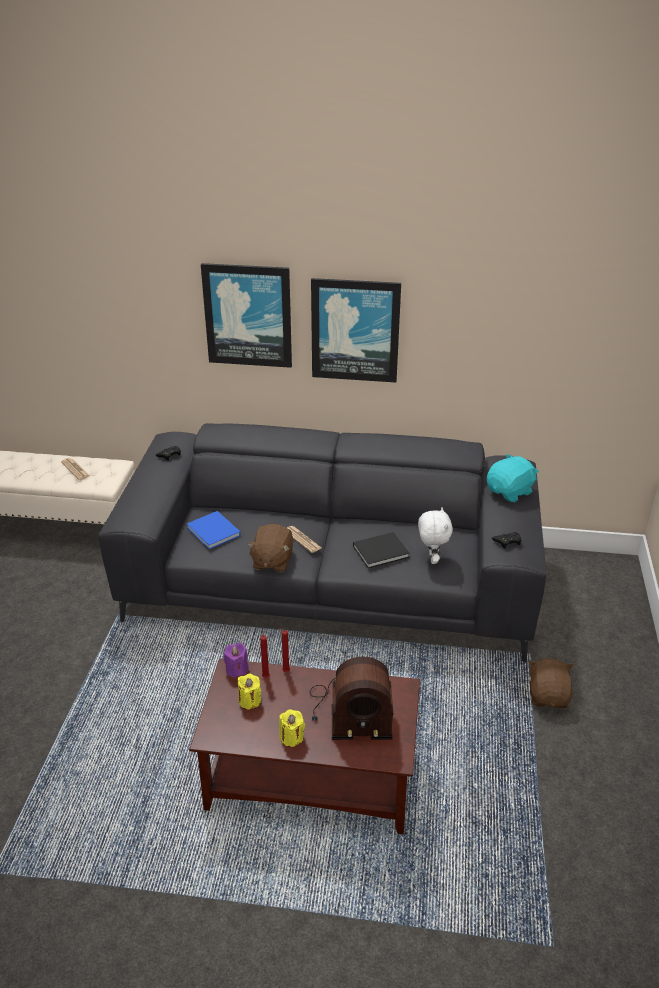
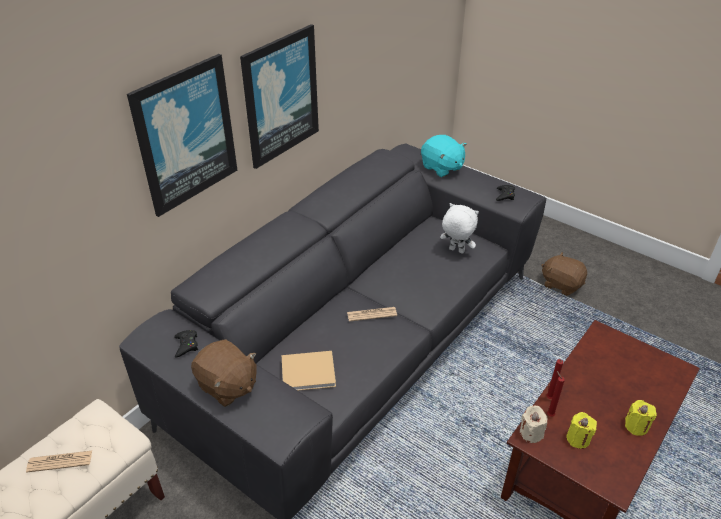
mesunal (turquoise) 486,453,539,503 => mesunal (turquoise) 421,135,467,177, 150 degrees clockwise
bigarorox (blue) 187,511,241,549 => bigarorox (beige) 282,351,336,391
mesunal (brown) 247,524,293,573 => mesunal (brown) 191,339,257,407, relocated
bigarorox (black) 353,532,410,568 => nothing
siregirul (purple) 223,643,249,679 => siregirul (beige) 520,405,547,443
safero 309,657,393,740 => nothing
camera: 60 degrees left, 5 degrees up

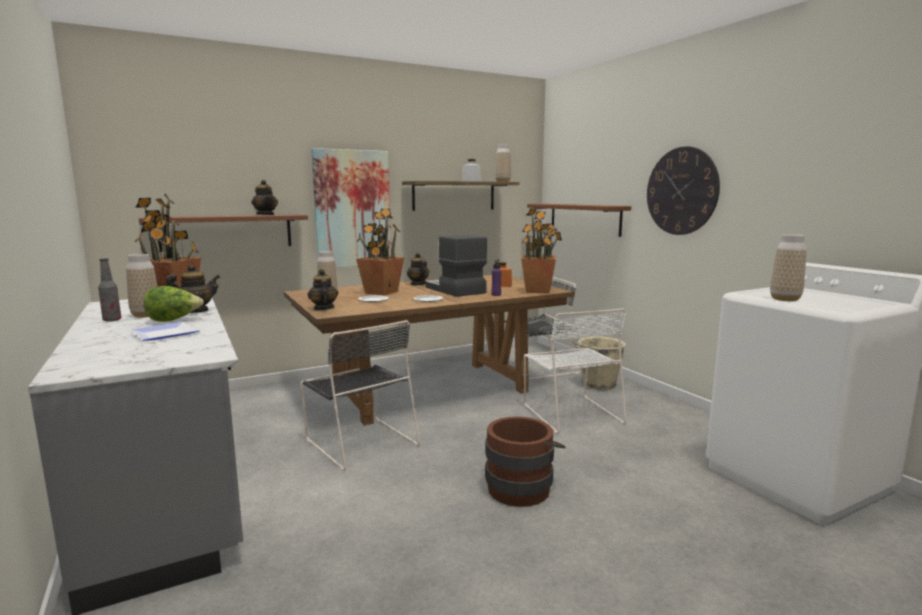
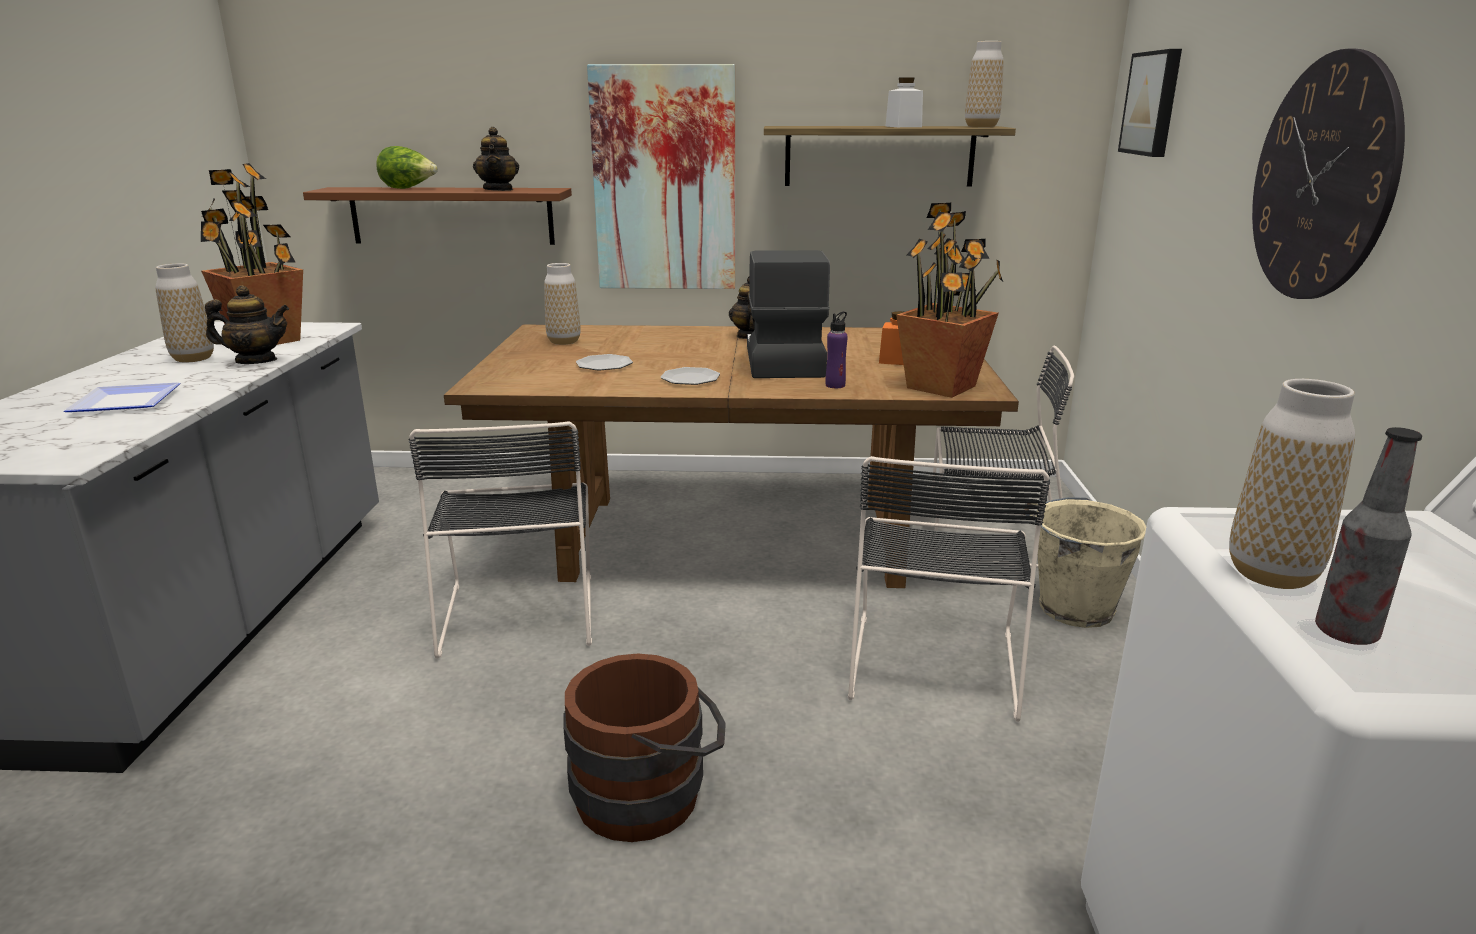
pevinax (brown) 527,204,631,237 => nothing
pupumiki 356,209,404,296 => nothing
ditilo 98,258,121,322 => ditilo 1315,427,1422,645, relocated
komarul 307,269,338,310 => nothing
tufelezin 144,286,204,322 => tufelezin 376,146,438,189, relocated
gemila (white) 524,308,626,434 => gemila (black) 848,456,1050,722
nothing => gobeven 1118,49,1182,157
camera: 30 degrees right, 10 degrees up

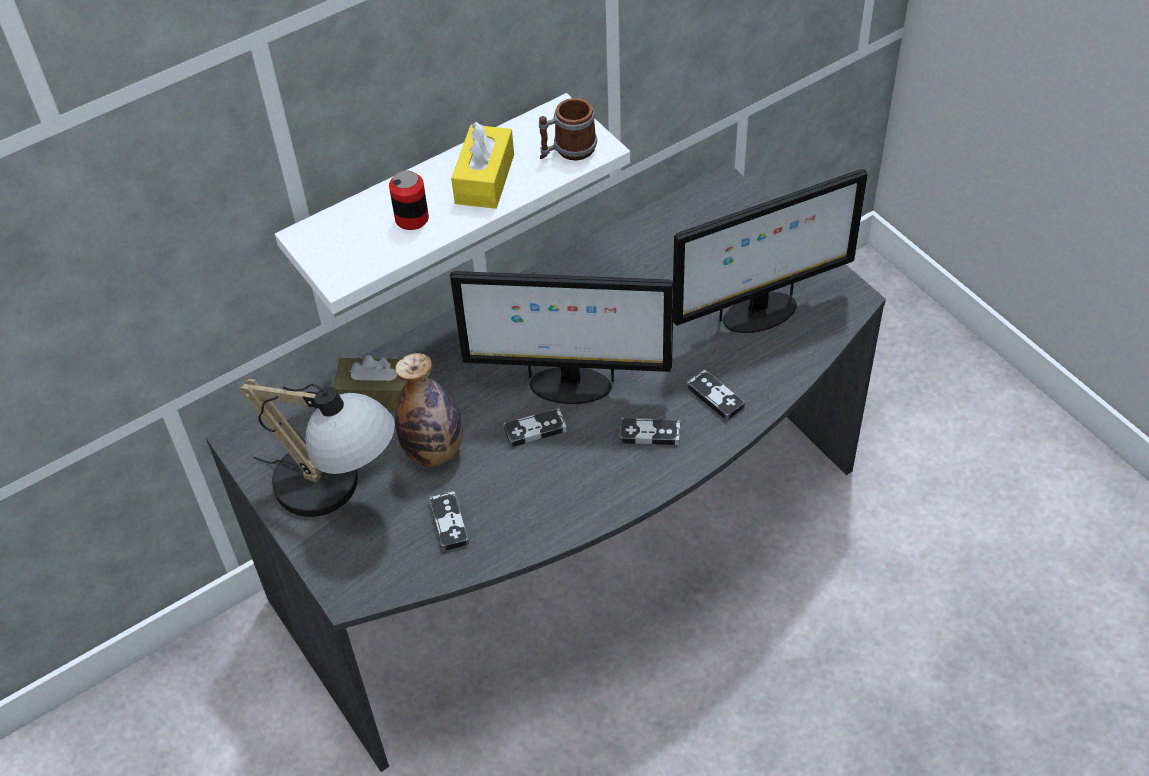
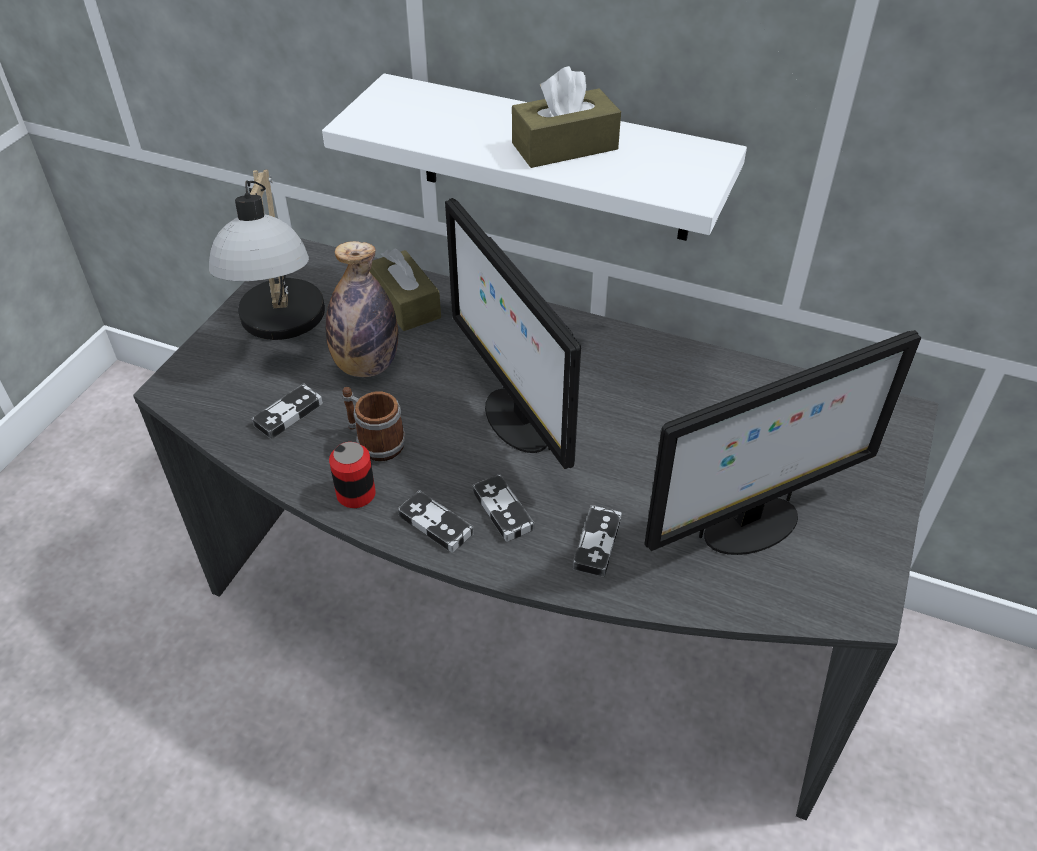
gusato 539,98,597,161 => gusato 342,387,406,461, relocated
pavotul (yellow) 451,122,514,209 => pavotul (brown) 512,66,621,168
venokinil 673,169,868,333 => venokinil 644,330,921,555, 60 degrees counterclockwise
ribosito 389,170,429,230 => ribosito 329,442,376,508, relocated
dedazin 503,408,567,447 => dedazin 398,490,474,553, relocated
camera: 55 degrees right, 5 degrees down

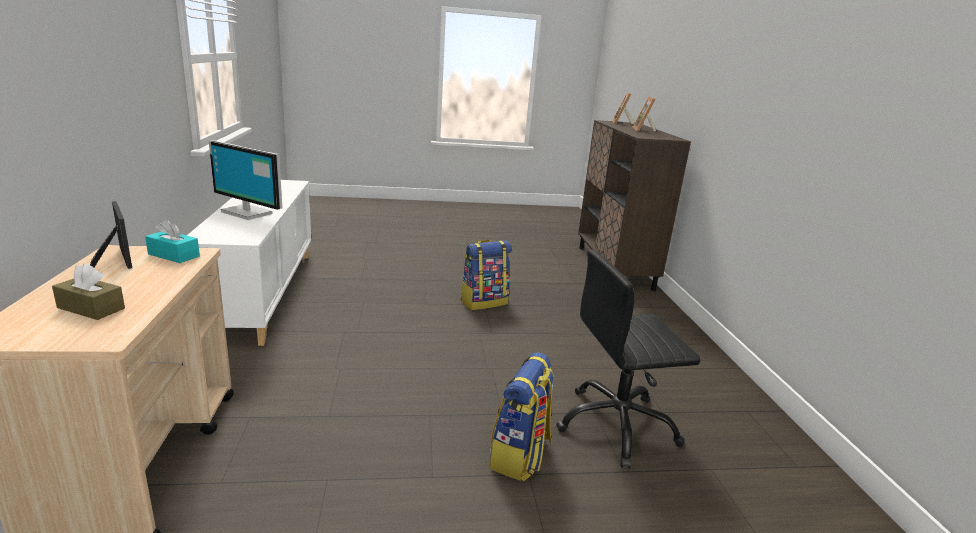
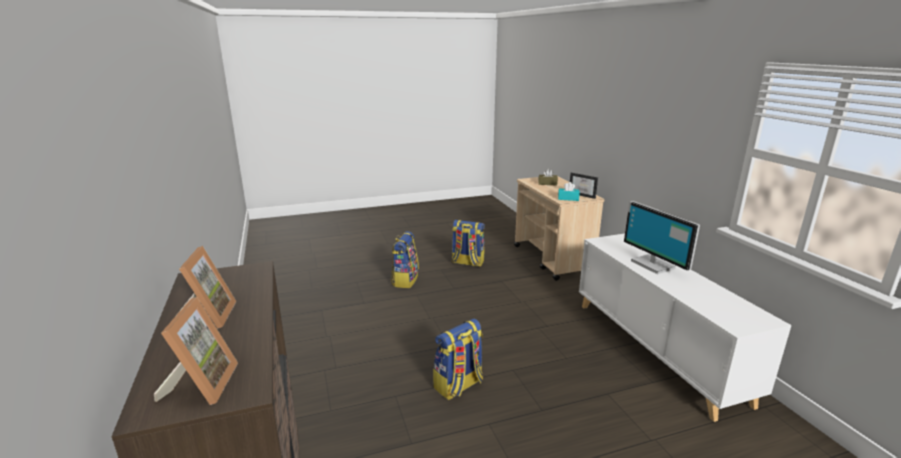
venokinil 209,140,282,220 => venokinil 624,201,700,274, 135 degrees counterclockwise
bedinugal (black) 556,249,700,468 => nothing
nothing => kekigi 451,220,485,267
camera: 170 degrees right, 0 degrees up

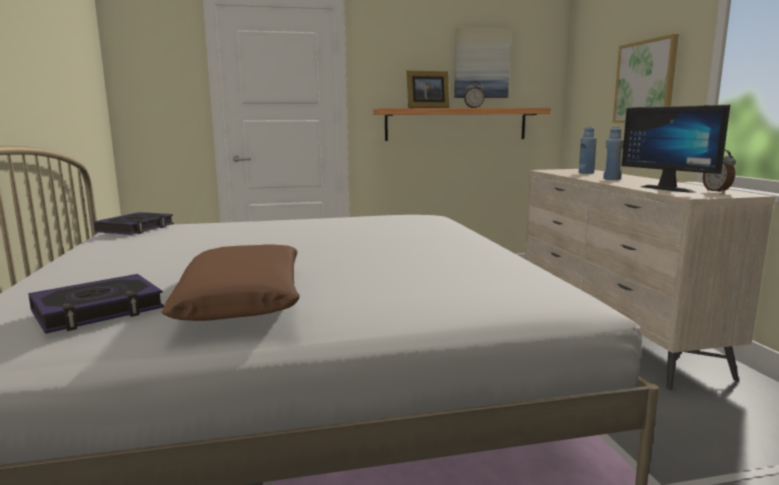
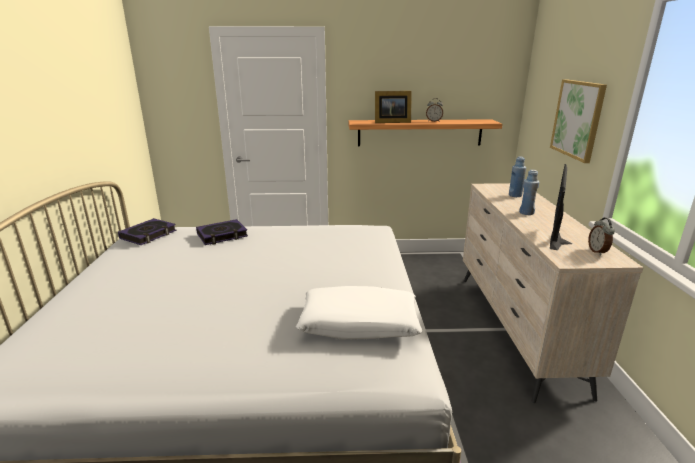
gobeven 454,27,511,98 => nothing
venokinil 621,105,730,193 => venokinil 550,164,572,250, 45 degrees clockwise
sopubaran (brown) 162,244,300,321 => nothing
bigarorox 28,274,164,334 => bigarorox 196,219,248,245, relocated
nothing => sopubaran (white) 296,286,422,339
camera: 10 degrees right, 10 degrees up

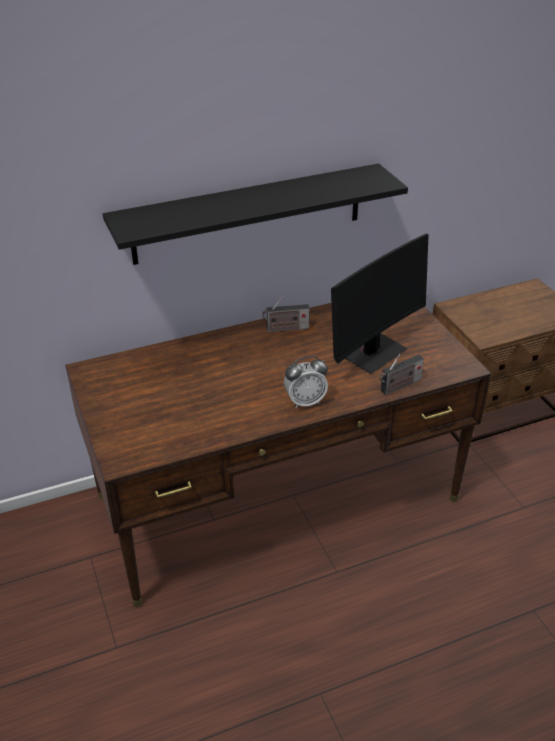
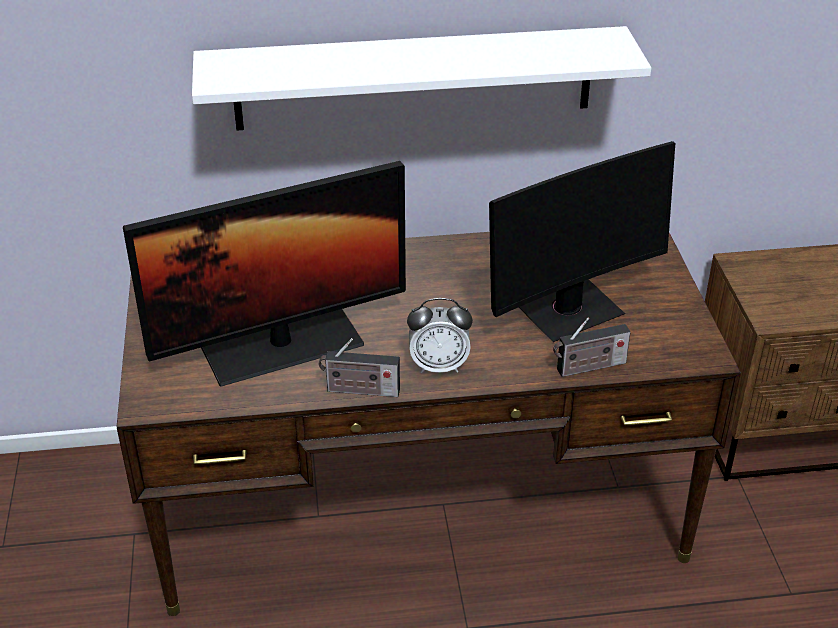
pevinax (black) 103,164,408,265 => pevinax (white) 192,26,651,130
safero 262,297,310,332 => safero 319,338,400,397, relocated
nothing => venokinil 123,161,406,387
camera: 15 degrees right, 0 degrees up

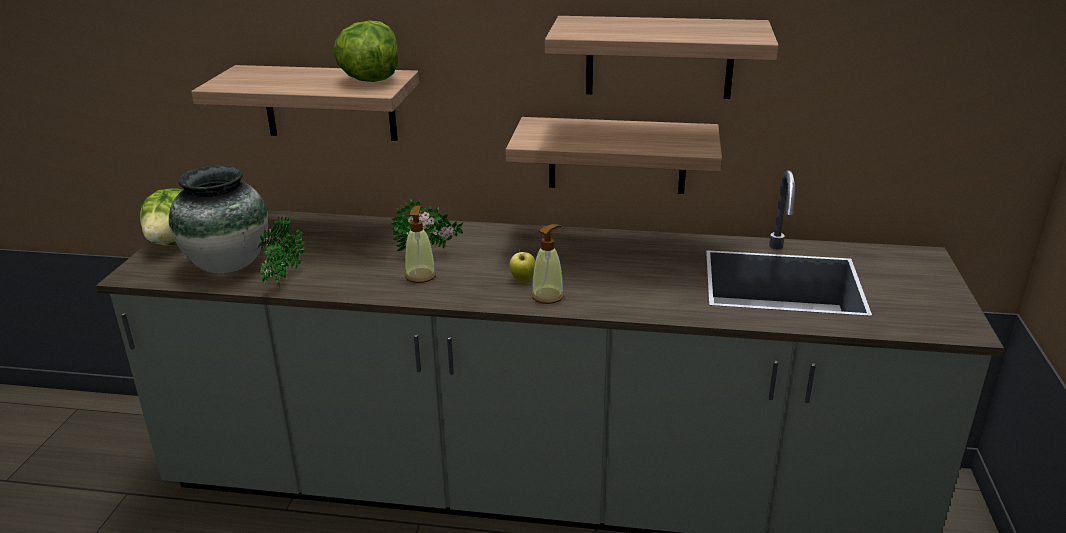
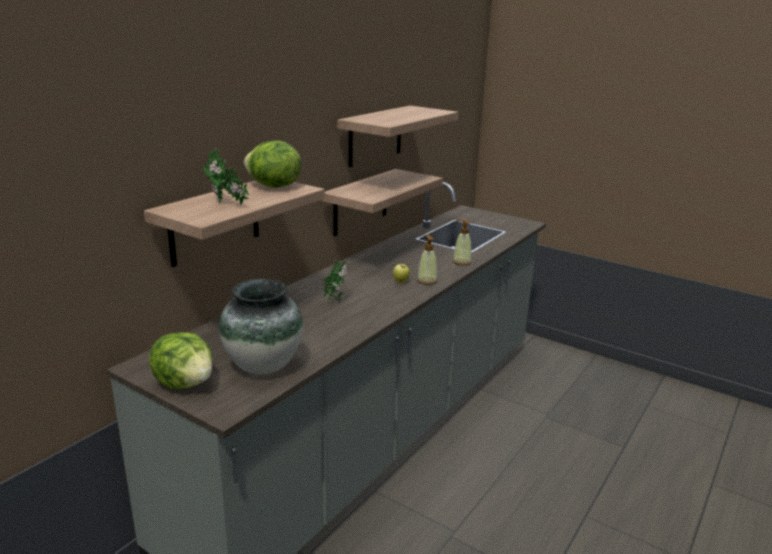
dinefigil 405,206,436,283 => dinefigil 453,220,471,265, relocated
pupumiki 258,216,306,289 => pupumiki 204,148,250,204, relocated
camera: 65 degrees left, 5 degrees down

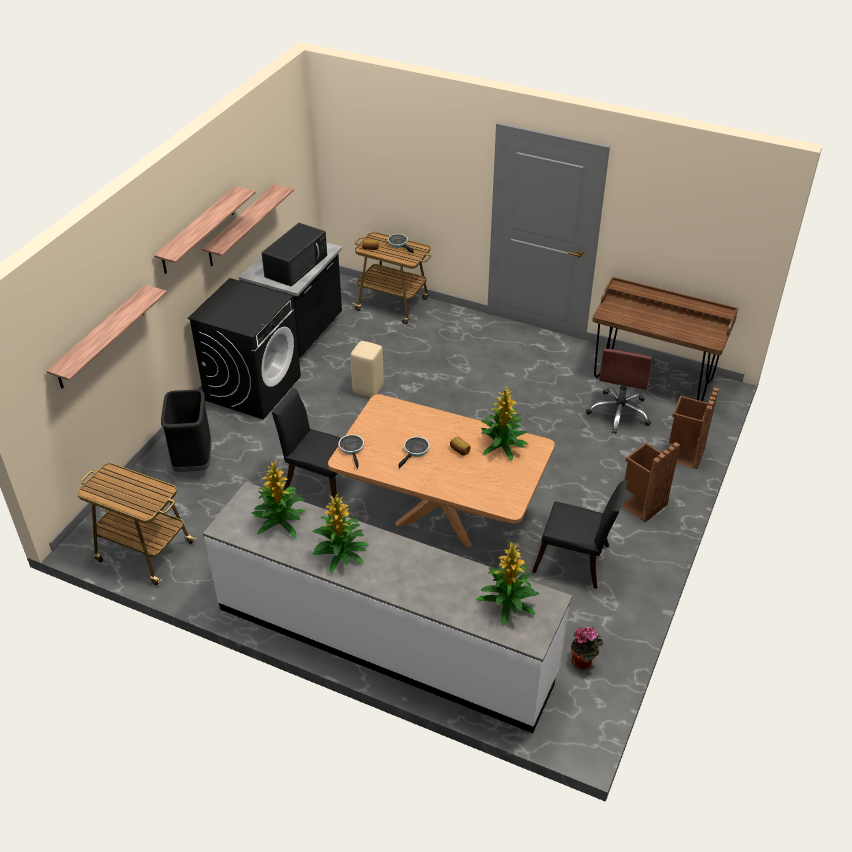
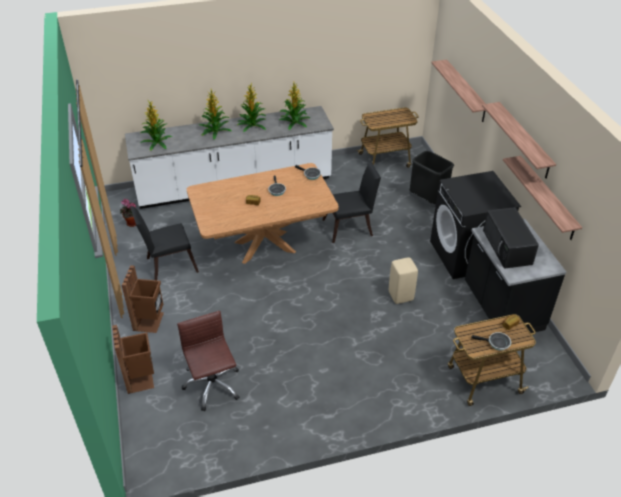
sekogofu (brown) 592,277,738,402 => nothing
pupumiki 481,387,528,460 => pupumiki 199,89,232,140, relocated
camera: 140 degrees right, 0 degrees up

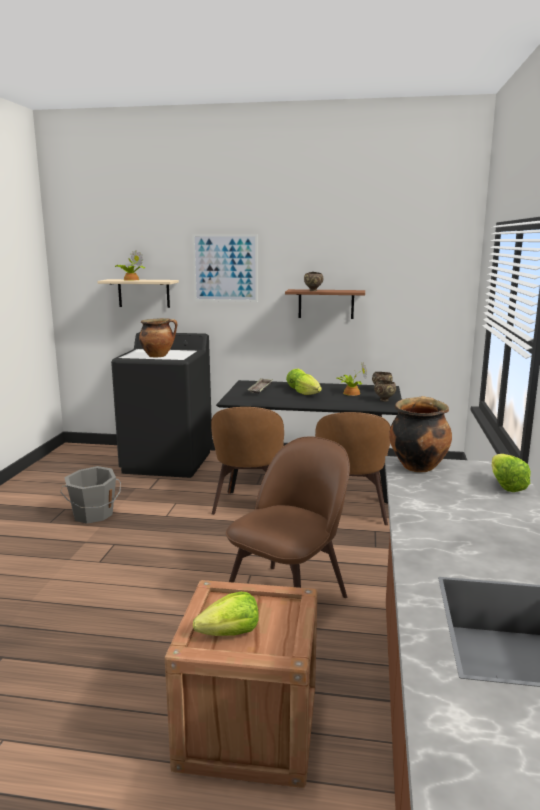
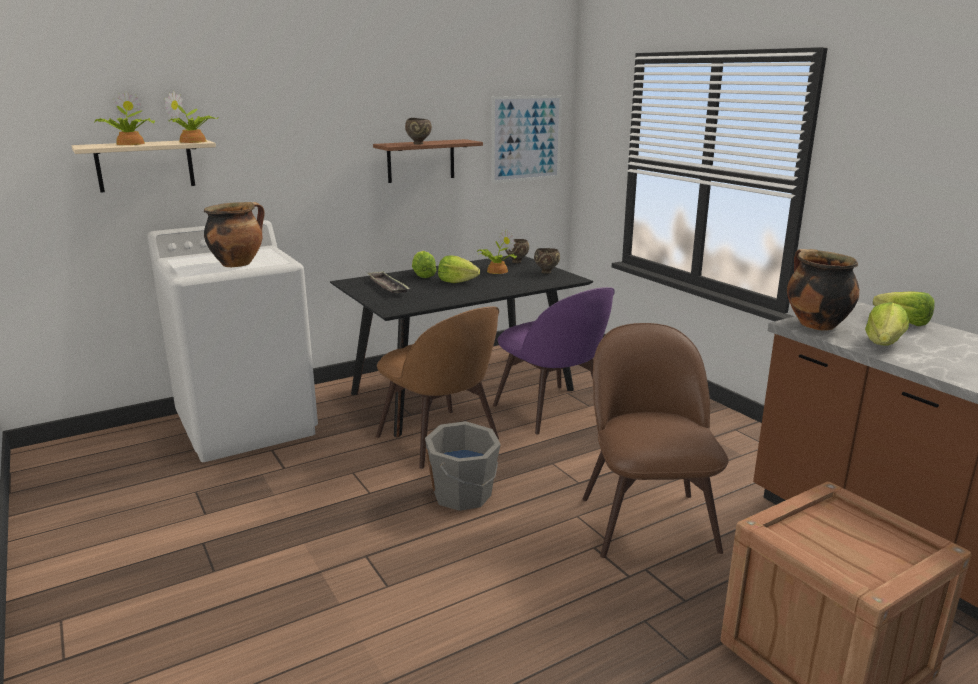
gobeven 192,234,258,302 => gobeven 491,95,562,183, relocated
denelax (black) 111,332,212,478 => denelax (white) 147,220,318,462
gemila (brown) 315,412,391,525 => gemila (purple) 493,287,615,434
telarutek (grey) 60,466,121,524 => telarutek (grey) 425,421,501,511, relocated
tufelezin 193,592,259,636 => tufelezin 865,302,909,346, relocated
nothing => pupumiki 164,91,218,143
camera: 40 degrees left, 5 degrees up

